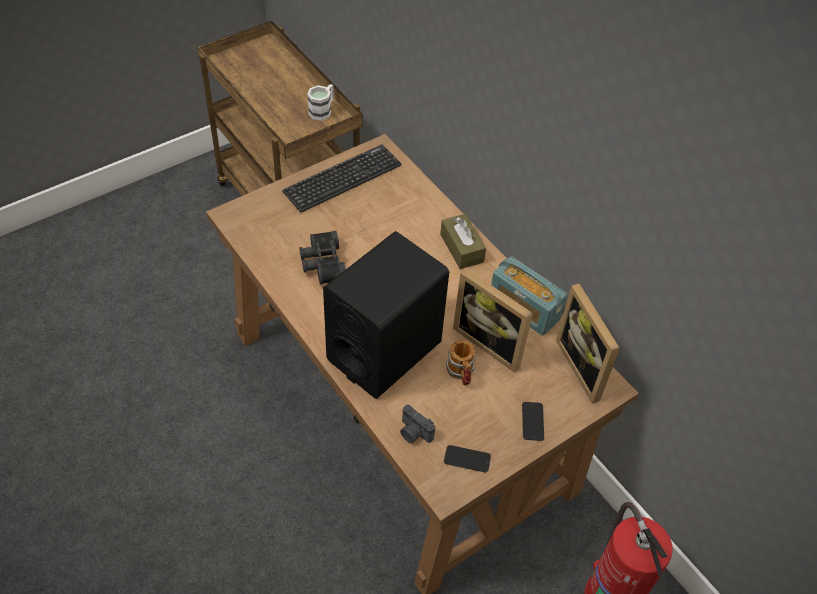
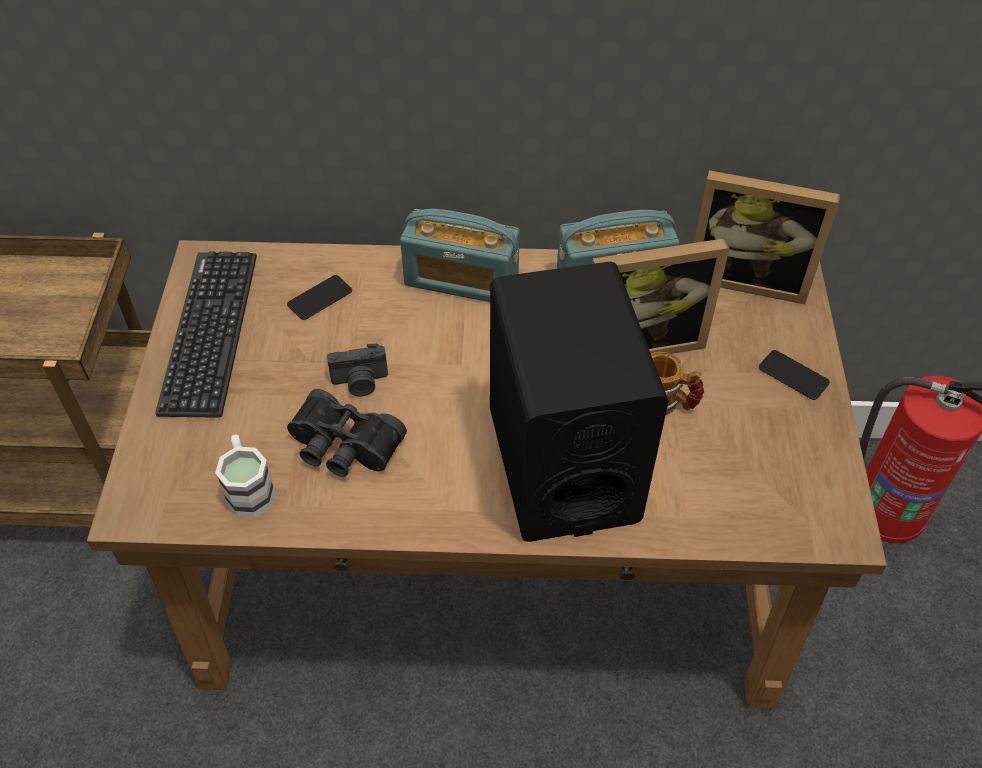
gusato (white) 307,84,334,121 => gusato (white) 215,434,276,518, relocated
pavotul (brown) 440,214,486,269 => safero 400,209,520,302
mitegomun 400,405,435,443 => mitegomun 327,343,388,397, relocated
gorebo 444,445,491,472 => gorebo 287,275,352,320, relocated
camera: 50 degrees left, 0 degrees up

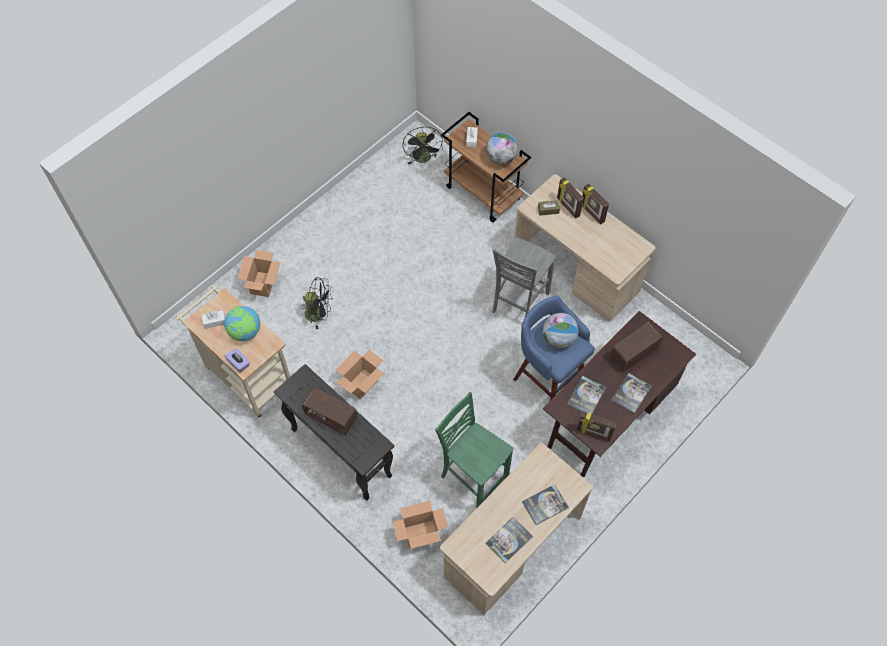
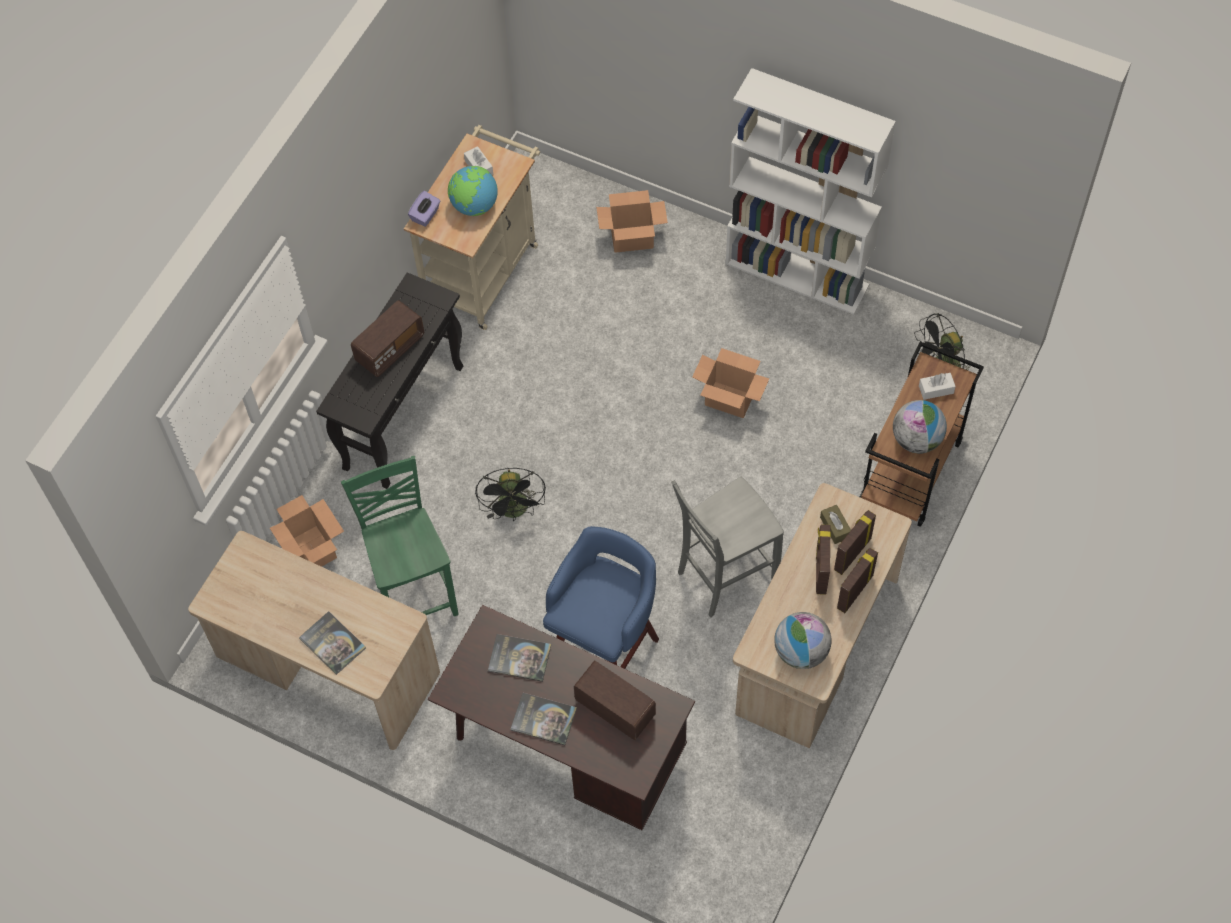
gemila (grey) 492,237,556,316 => gemila (grey) 671,477,784,617, 45 degrees counterclockwise
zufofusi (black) 300,277,333,329 => zufofusi (black) 475,468,546,521, relocated
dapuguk 543,313,579,348 => dapuguk 774,612,832,669, relocated
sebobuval 336,350,384,399 => sebobuval 692,348,770,418, relocated
safero 302,387,358,435 => safero 351,300,424,377, 150 degrees counterclockwise
gemila (green) 435,392,513,509 => gemila (green) 341,456,459,616, 45 degrees counterclockwise
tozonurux 577,411,617,442 => tozonurux 816,524,831,595, relocated
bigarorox 486,517,533,564 => nothing
nothing => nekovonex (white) 726,68,896,315
camera: 75 degrees right, 0 degrees up

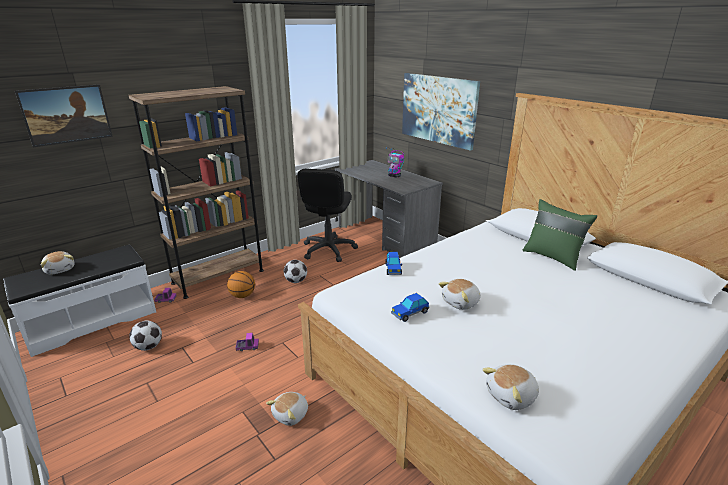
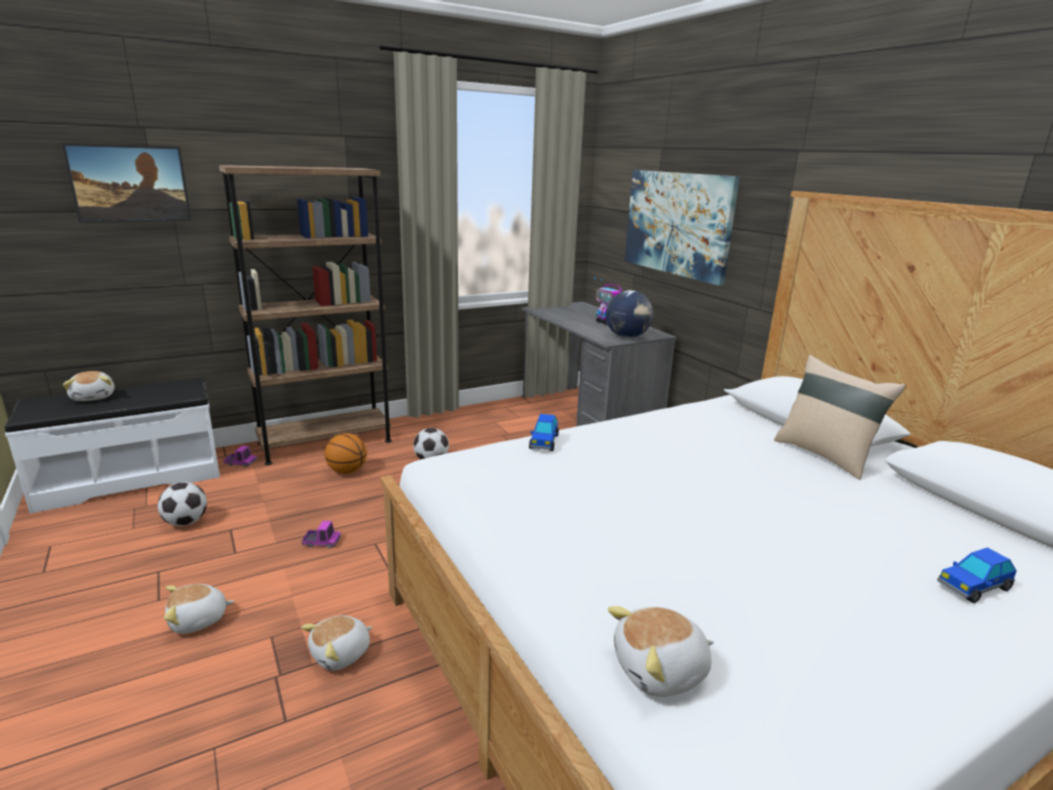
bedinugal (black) 297,168,358,262 => nothing
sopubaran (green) 522,199,597,271 => sopubaran (beige) 774,355,906,480
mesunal 439,279,481,310 => mesunal 164,584,234,634, relocated
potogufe 391,293,429,322 => potogufe 937,547,1017,603, relocated
nothing => dapuguk 606,290,653,338
camera: 10 degrees right, 5 degrees down

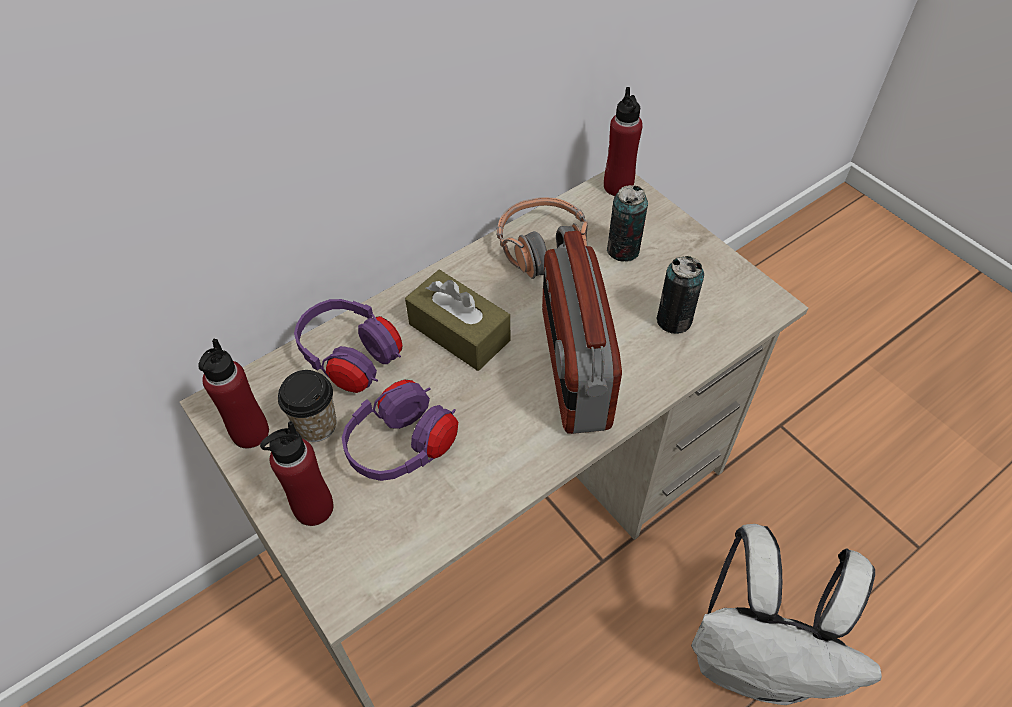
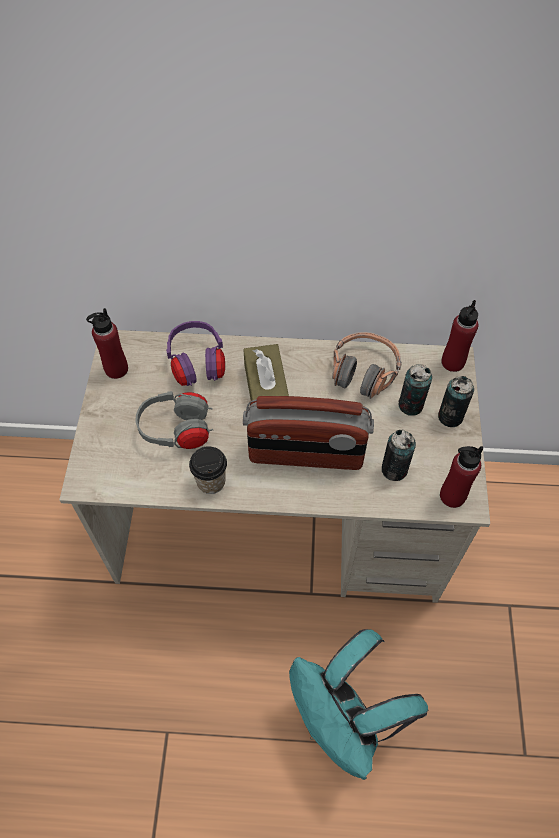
safero 542,231,622,434 => safero 243,396,374,470, 120 degrees counterclockwise
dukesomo 278,370,336,442 => dukesomo 189,446,227,494, relocated
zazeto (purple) 342,379,458,481 => zazeto (grey) 136,391,213,449
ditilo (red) 260,421,334,526 => ditilo (red) 440,446,483,508, relocated
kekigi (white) 691,524,882,705 => kekigi (turquoise) 289,629,429,780
nothing => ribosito 438,376,474,427
camera: 40 degrees right, 5 degrees up

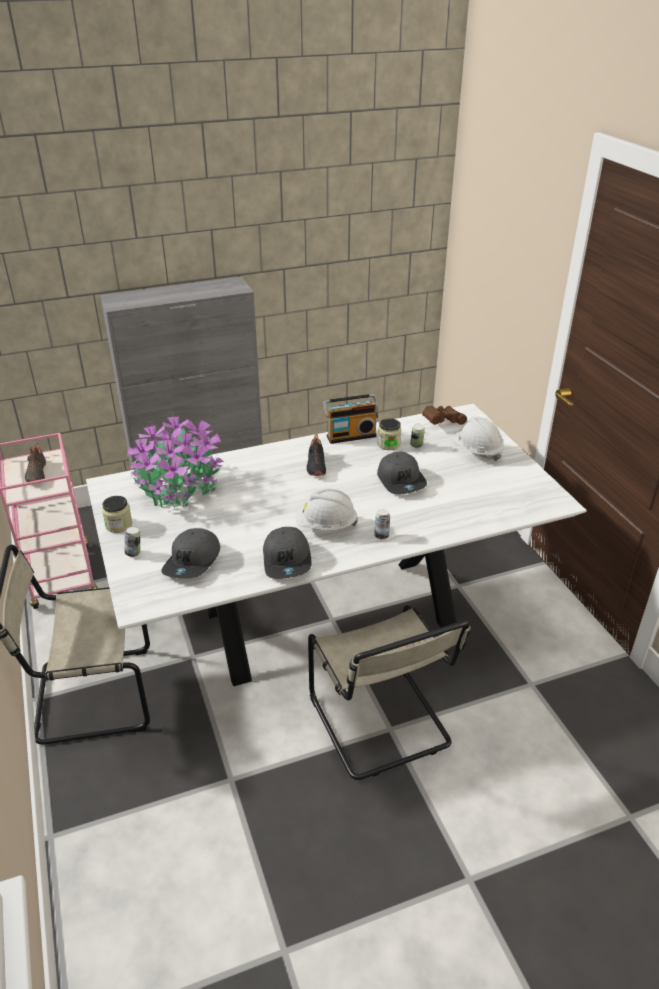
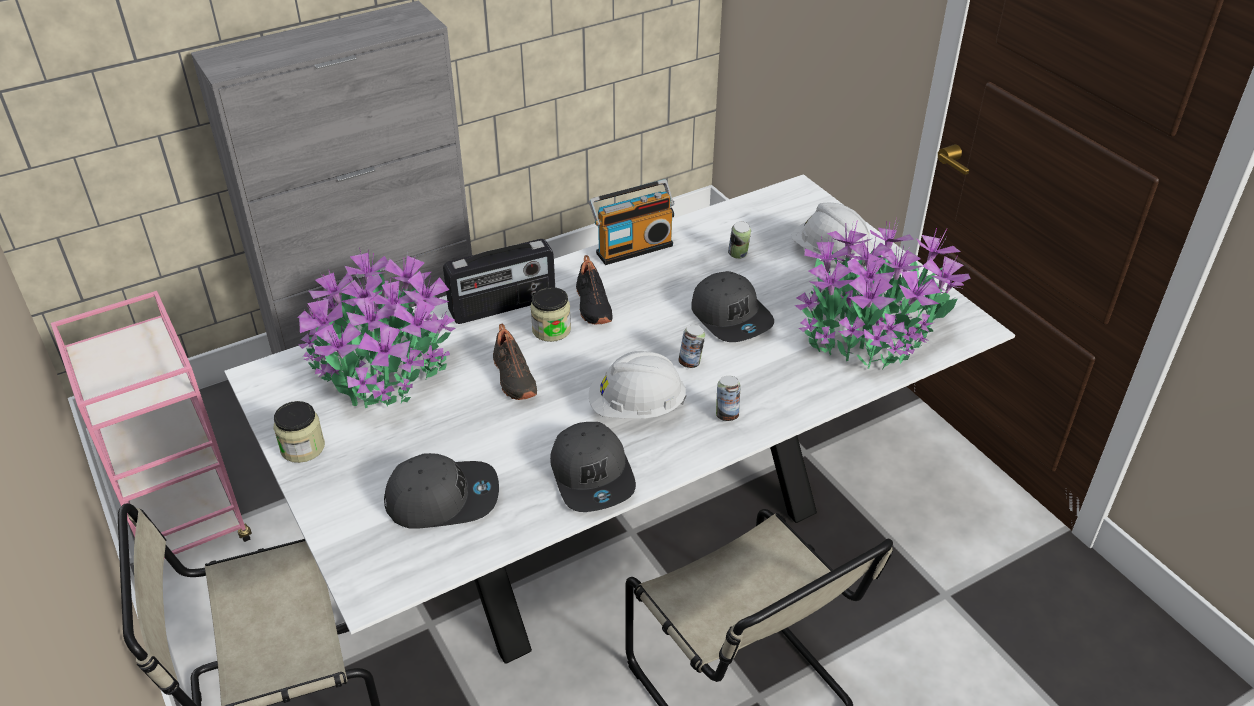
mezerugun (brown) 422,406,467,425 => nothing
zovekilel 377,418,401,450 => zovekilel 530,287,571,342, relocated
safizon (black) 25,443,46,482 => safizon (black) 493,324,537,400, relocated
ribosito 125,527,140,557 => ribosito 679,325,705,368, relocated
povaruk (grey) 161,528,220,579 => povaruk (grey) 384,453,499,529, 105 degrees counterclockwise
nothing => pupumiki 795,220,971,370
nothing => safero 443,239,555,324
camera: 10 degrees left, 5 degrees up

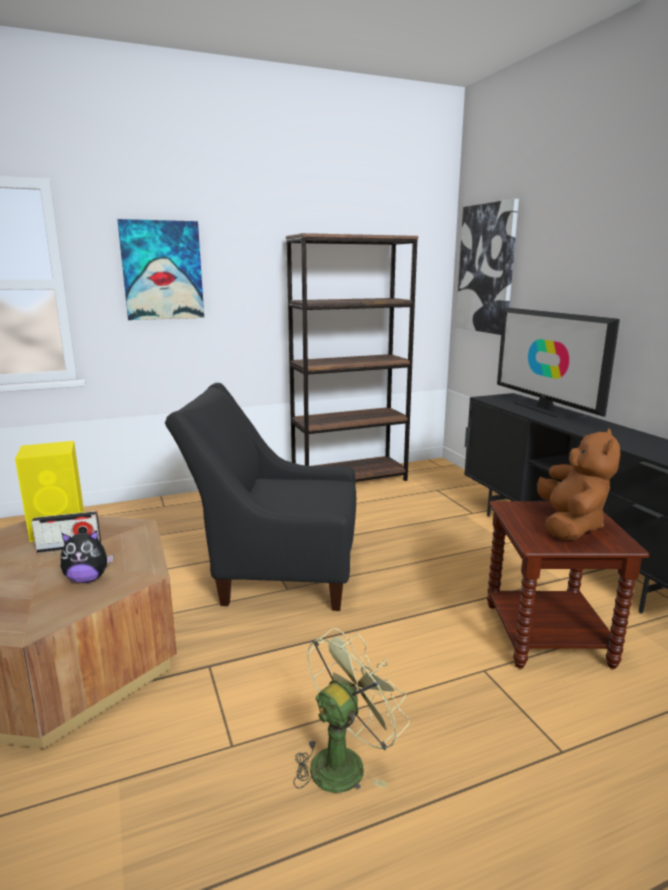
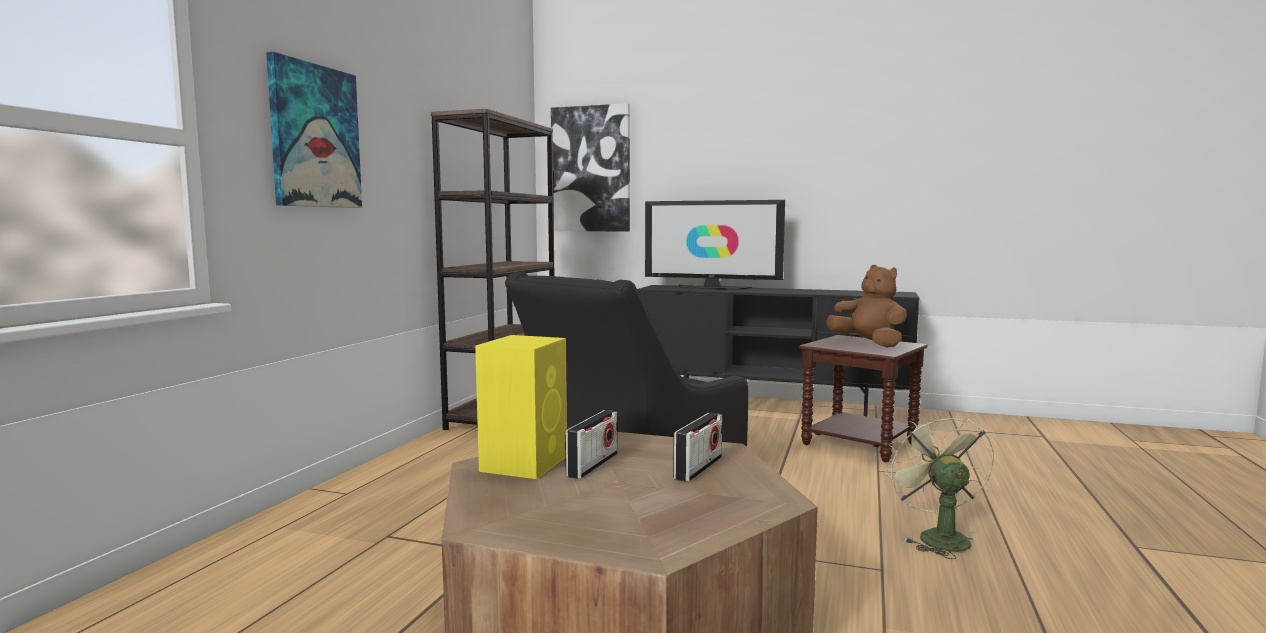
mesunal 61,530,113,583 => safero 673,413,722,482
camera: 50 degrees left, 10 degrees down

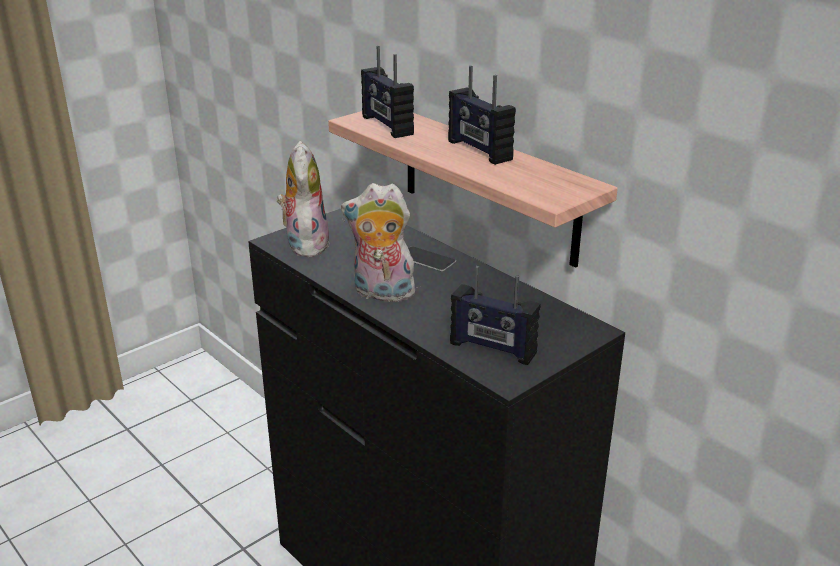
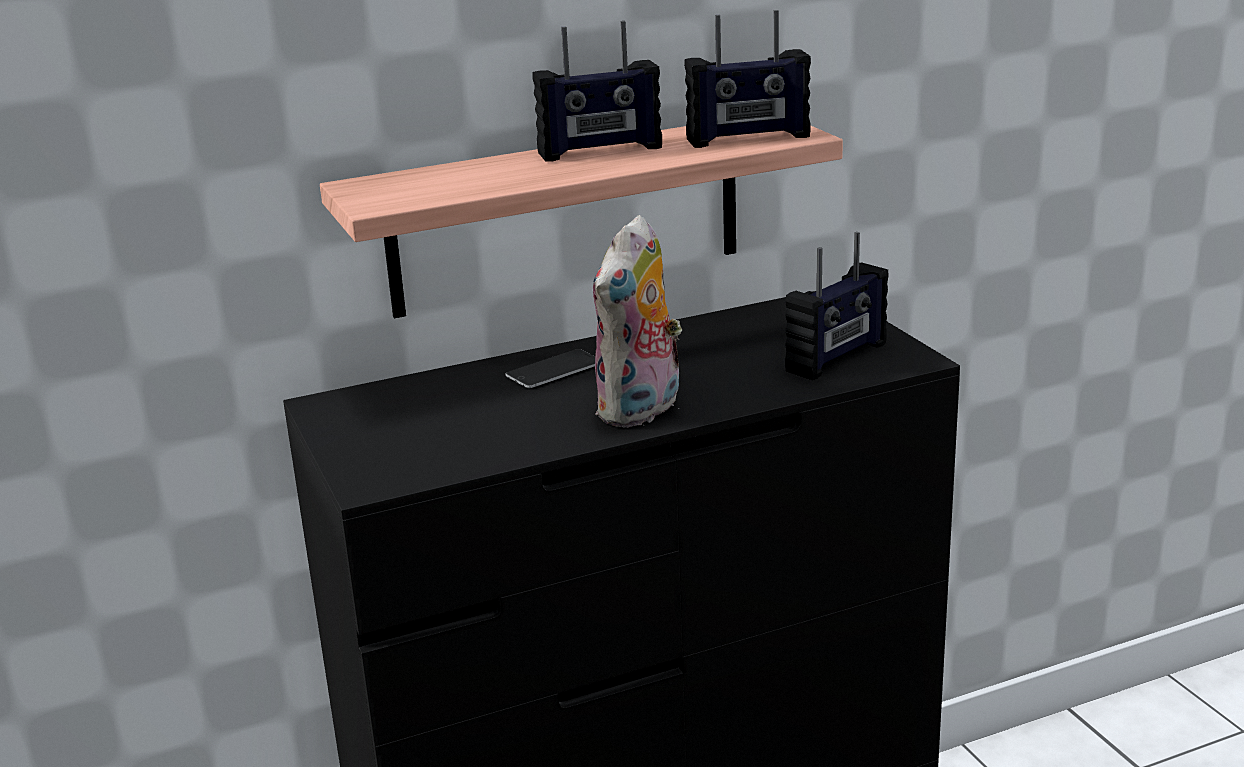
safero 361,46,414,138 => safero 684,10,811,148, relocated
mesunal 277,141,330,257 => nothing
camera: 70 degrees left, 5 degrees down

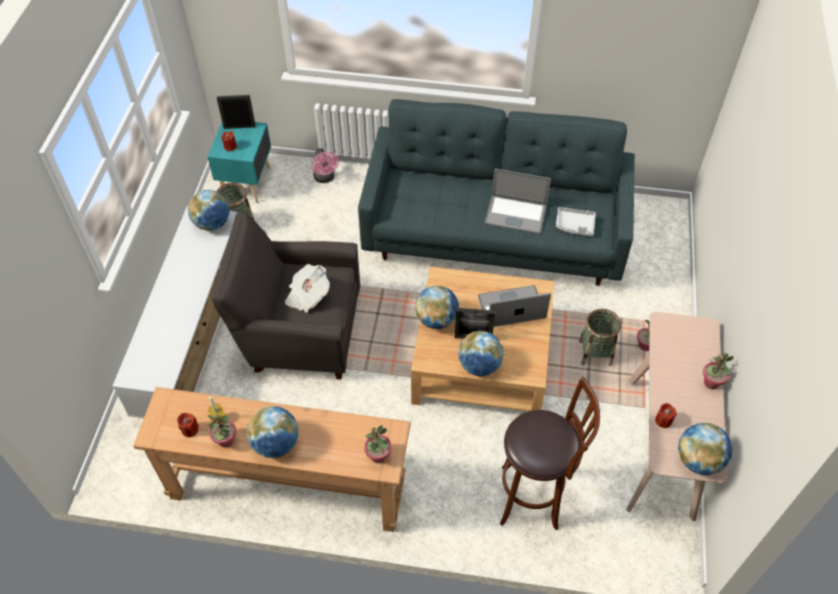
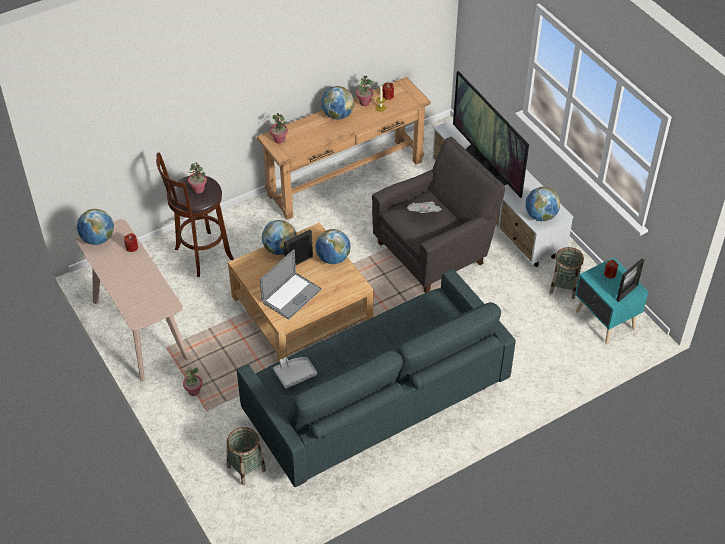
zufofusi (pink) 311,148,339,183 => nothing
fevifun 485,169,551,234 => nothing
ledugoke 579,309,621,366 => ledugoke 227,427,266,485, relocated
pupumiki 703,352,734,389 => pupumiki 188,163,207,193, relocated
nothing => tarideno 453,71,529,198
camera: 140 degrees right, 5 degrees down

